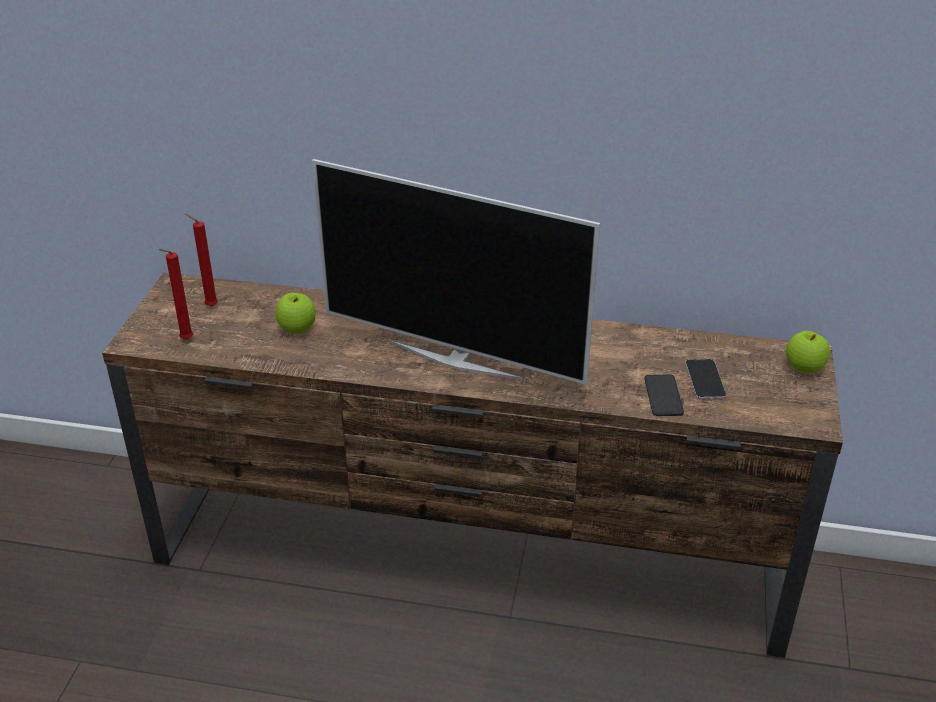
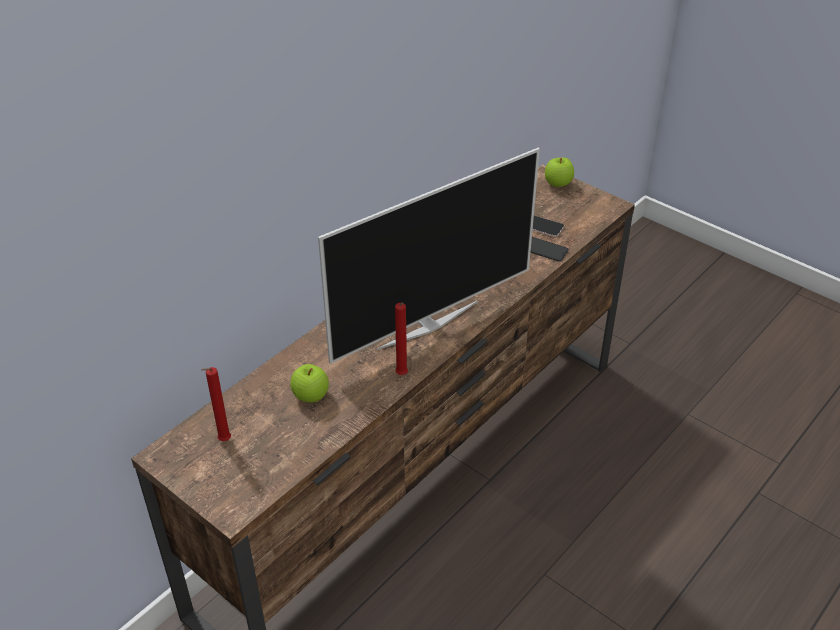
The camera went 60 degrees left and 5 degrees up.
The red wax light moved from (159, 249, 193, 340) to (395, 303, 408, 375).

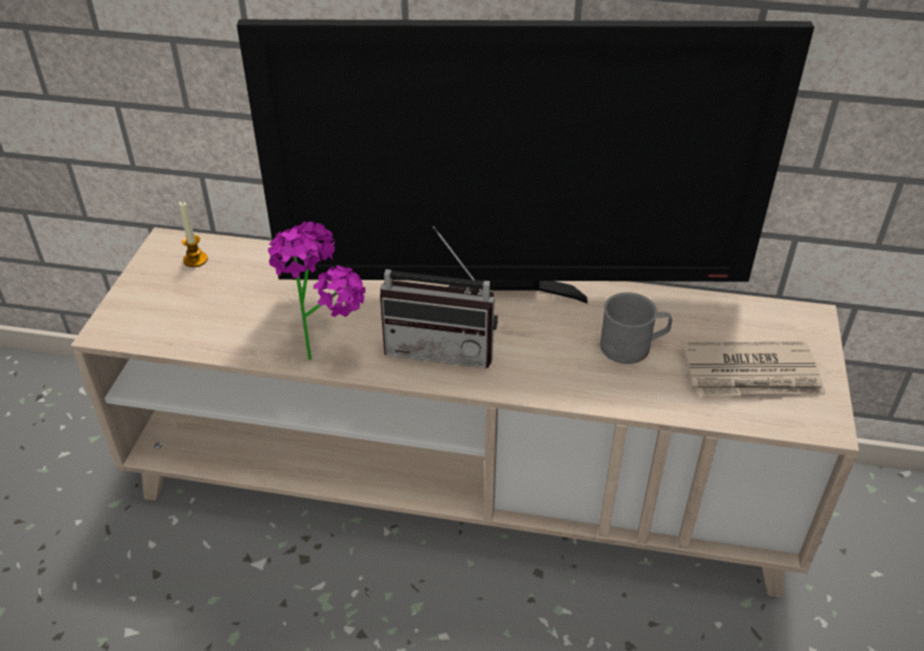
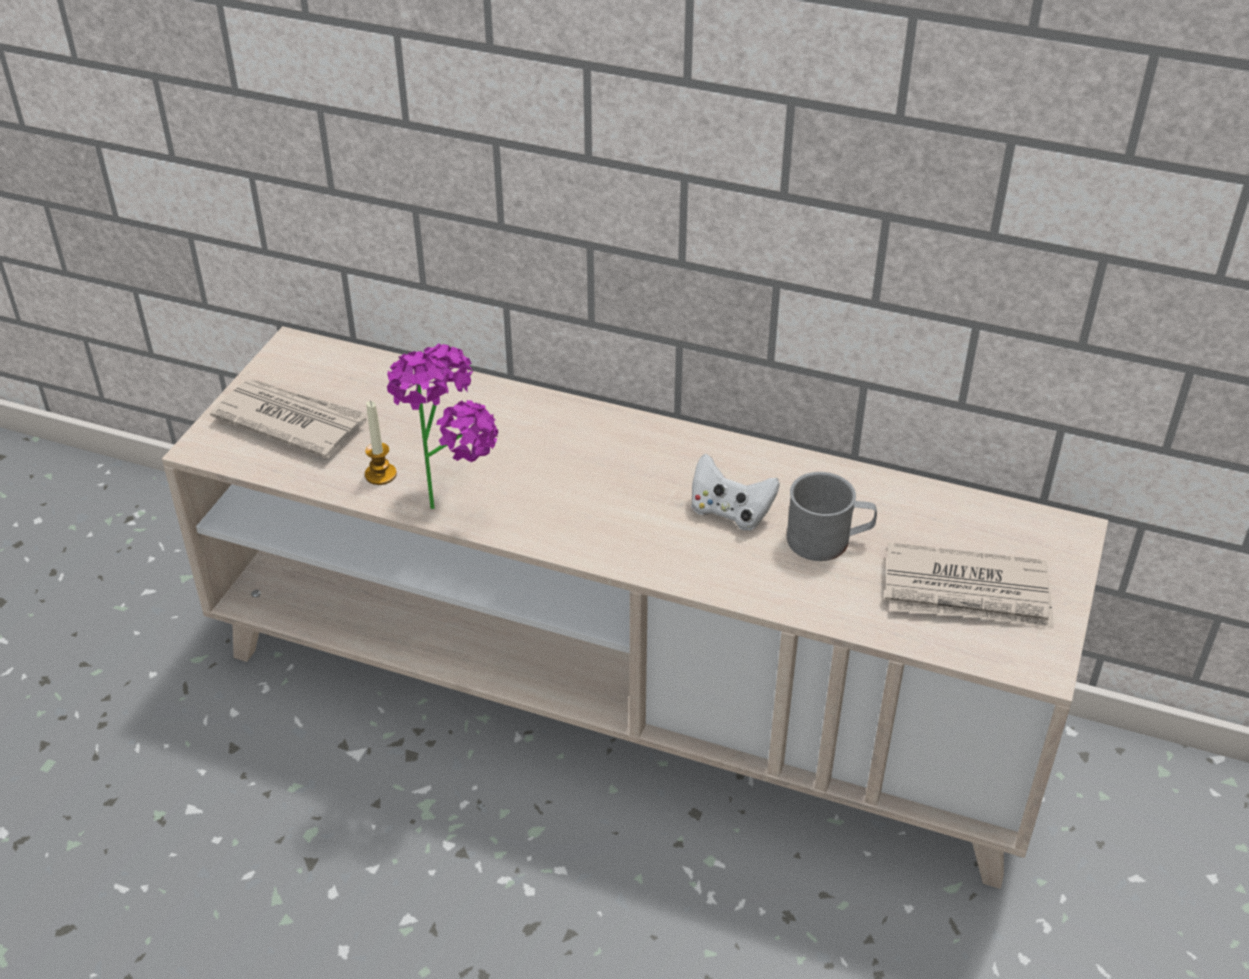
The camera went 10 degrees right and 0 degrees up.
The TV set at (237, 19, 814, 303) disappeared.
The radio at (380, 226, 498, 368) disappeared.
The newspaper at (210, 379, 367, 458) appeared.
The whitish joypad at (691, 454, 780, 531) appeared.
The wax light moved from (179, 201, 208, 267) to (365, 401, 397, 485).

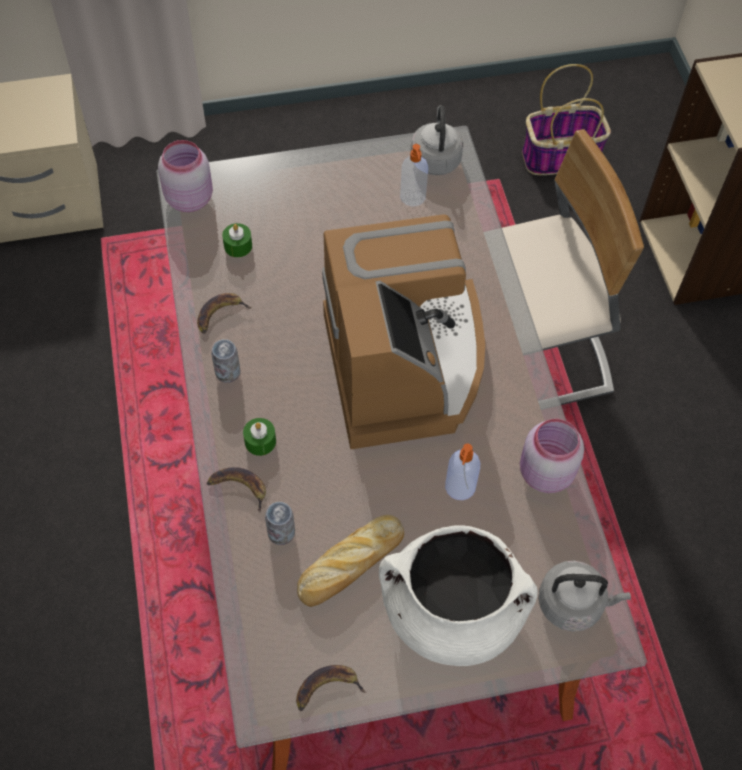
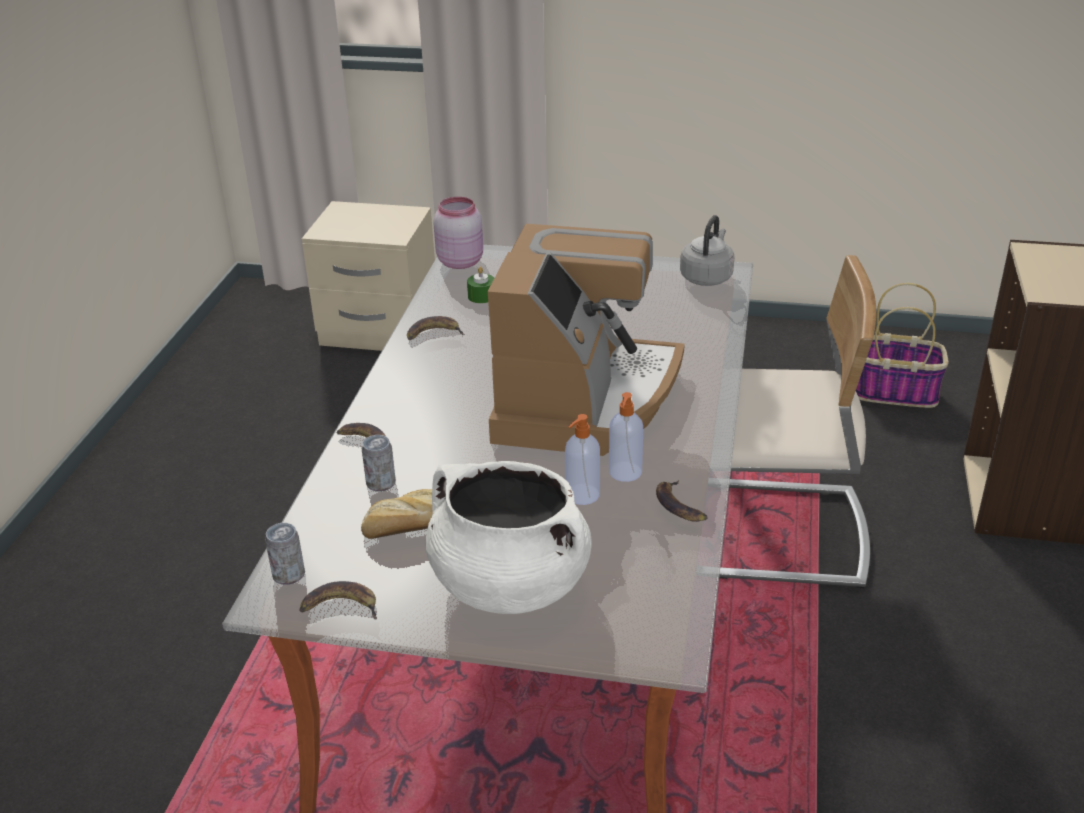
The camera went 25 degrees right and 25 degrees down.
The greenish wax light at (243, 418, 276, 456) disappeared.
The greyish kettle at (538, 561, 631, 631) disappeared.
The sealed can moved from (211, 339, 240, 383) to (265, 523, 305, 585).
The liquid soap bottle moved from (400, 144, 428, 206) to (609, 392, 643, 482).
The pinkish storage jar at (520, 419, 584, 493) was replaced by the banana at (656, 480, 708, 522).

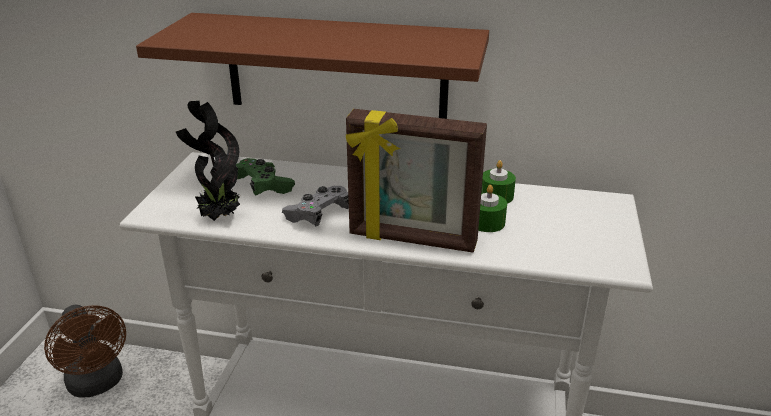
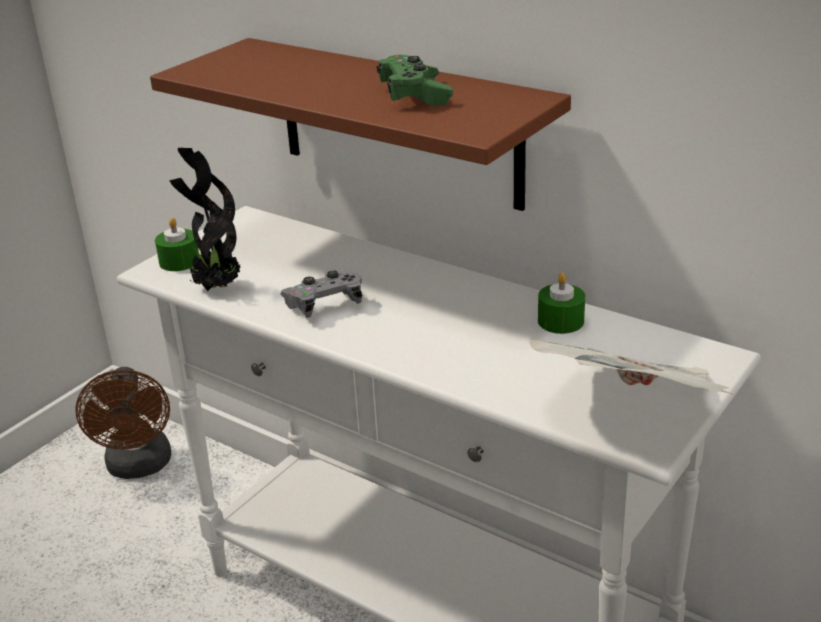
The camera went 25 degrees right and 0 degrees up.
The standing frame at (346, 109, 487, 253) disappeared.
The newspaper at (530, 340, 734, 395) appeared.
The greenish joypad moved from (236, 158, 295, 195) to (377, 55, 453, 106).
The greenish wax light moved from (478, 185, 507, 232) to (155, 217, 200, 271).

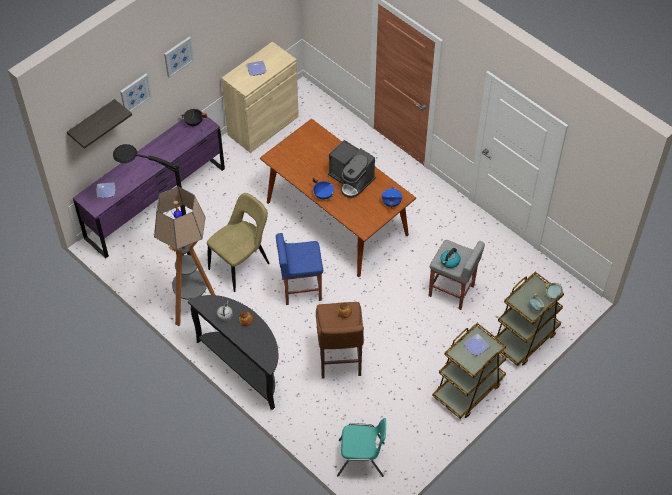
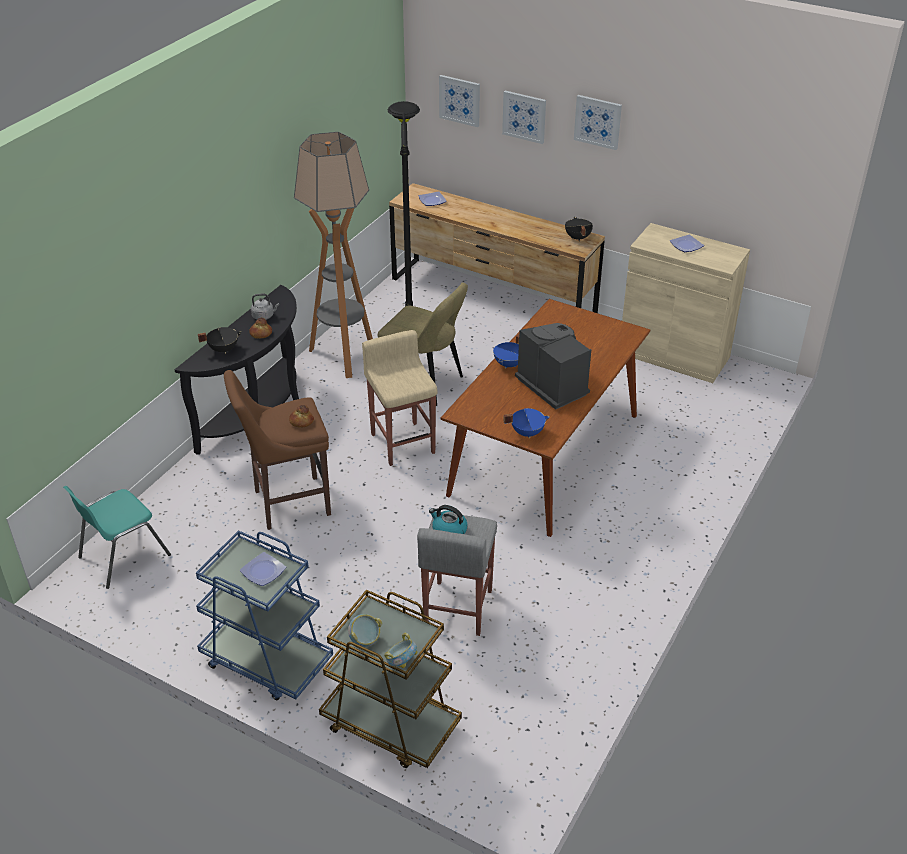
The camera went 75 degrees right and 15 degrees down.
The black saucepot at (198, 327, 242, 354) appeared.
The shelf at (67, 99, 132, 149) was replaced by the picture at (439, 75, 480, 127).
The purplish chest of drawers at (73, 109, 225, 258) became the brown-coloured chest of drawers at (389, 183, 605, 313).
The blue sitting stool at (276, 233, 323, 305) became the sand-coloured sitting stool at (362, 330, 437, 466).
The brown-coloured cart at (432, 323, 506, 419) became the blue cart at (196, 530, 333, 700).
The coffee machine at (328, 140, 376, 198) turned 120 degrees clockwise.
The turquoise upright chair at (337, 418, 386, 477) turned 60 degrees clockwise.

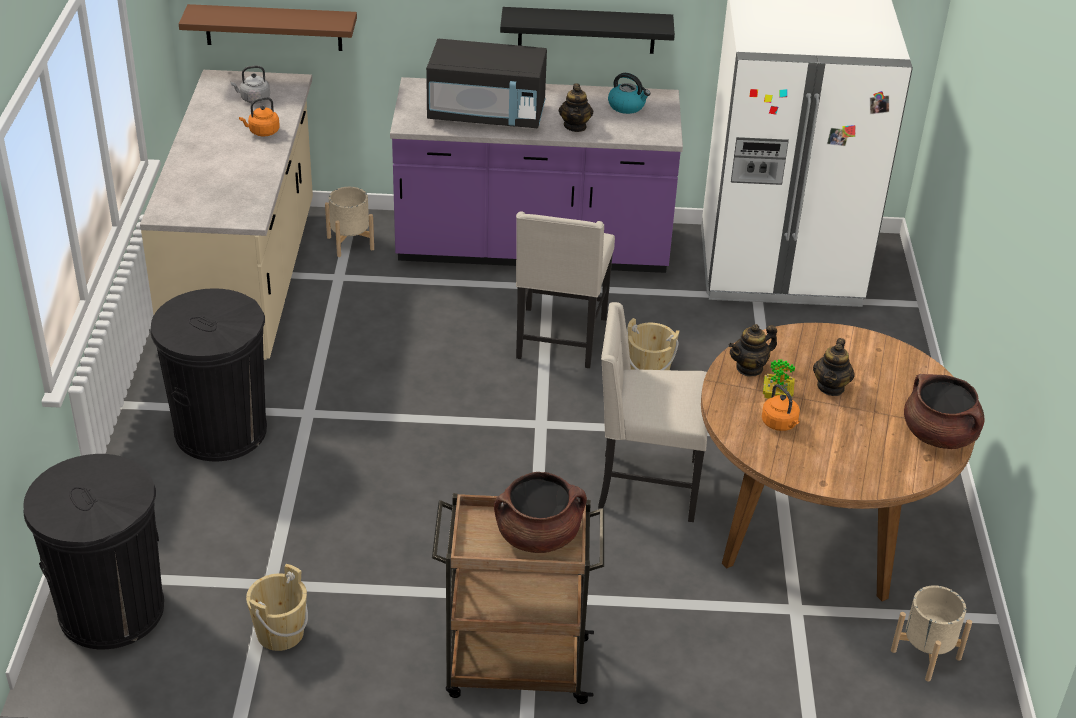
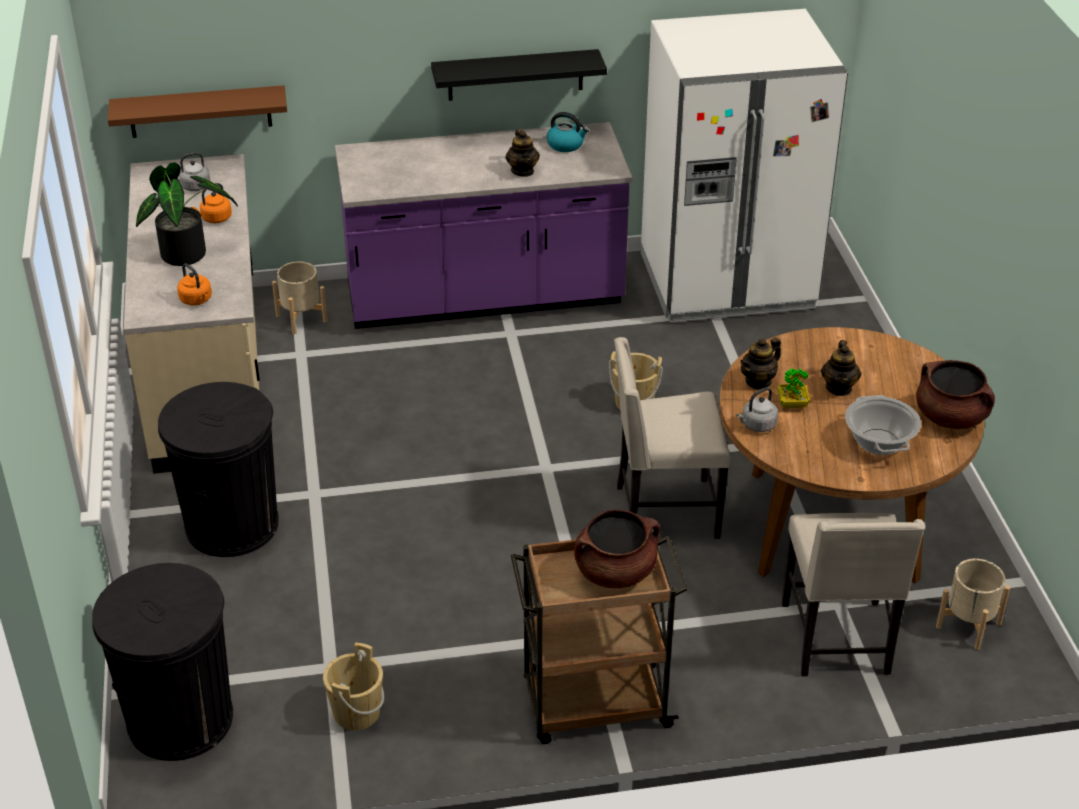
The camera went 10 degrees left and 0 degrees up.
The black microwave at (426, 39, 547, 128) disappeared.
The plant in a pot at (136, 162, 238, 266) appeared.
The greyish kettle at (736, 387, 778, 432) appeared.
The saucepot at (845, 395, 921, 455) appeared.
The sand-coloured upright chair moved from (516, 211, 615, 368) to (782, 513, 925, 676).
The orangey kettle moved from (762, 384, 800, 431) to (177, 263, 212, 305).

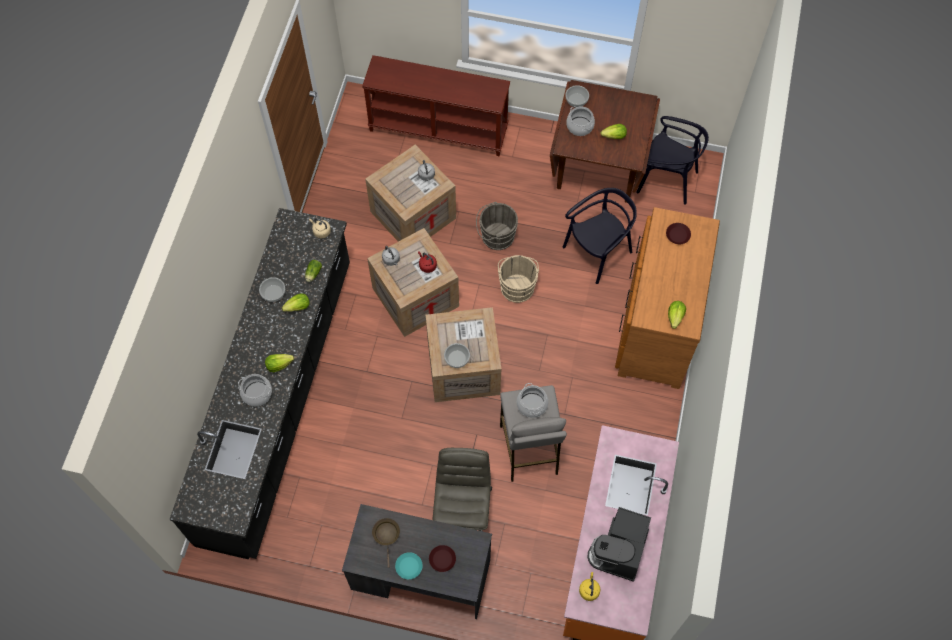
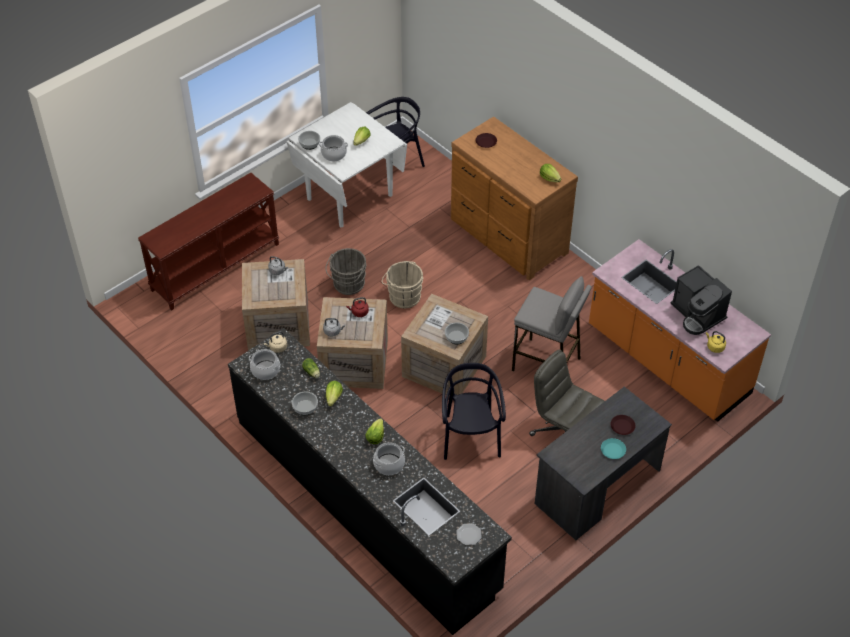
The camera went 55 degrees left and 15 degrees down.
The brown-coloured skillet at (372, 518, 400, 568) disappeared.
The dinner plate at (456, 523, 482, 545) appeared.
The saucepot moved from (517, 383, 548, 418) to (249, 349, 280, 380).
The black upright chair moved from (563, 188, 637, 284) to (442, 363, 506, 460).
The brown-coloured dinner table at (550, 80, 660, 203) became the whitish dinner table at (286, 102, 407, 227).

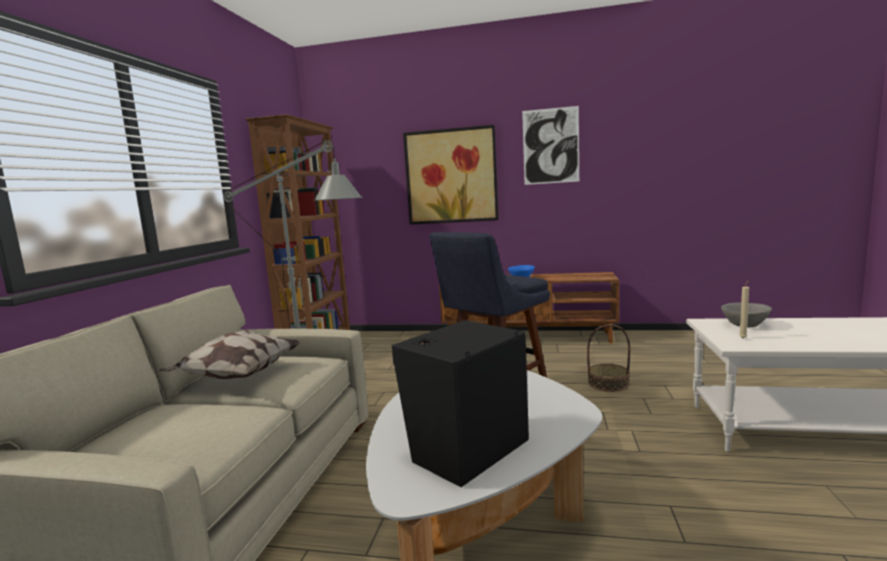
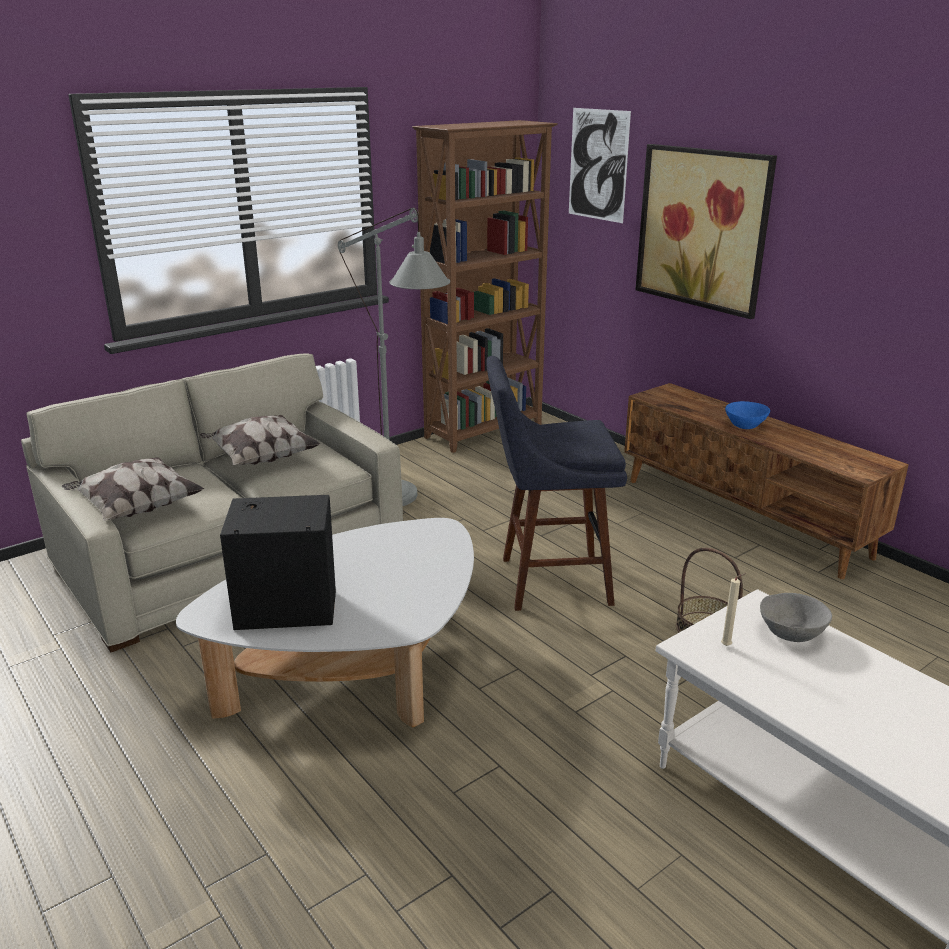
The camera went 40 degrees right and 15 degrees up.
The pillow at (62, 457, 205, 521) appeared.
The picture moved from (522, 106, 579, 185) to (569, 108, 631, 223).

